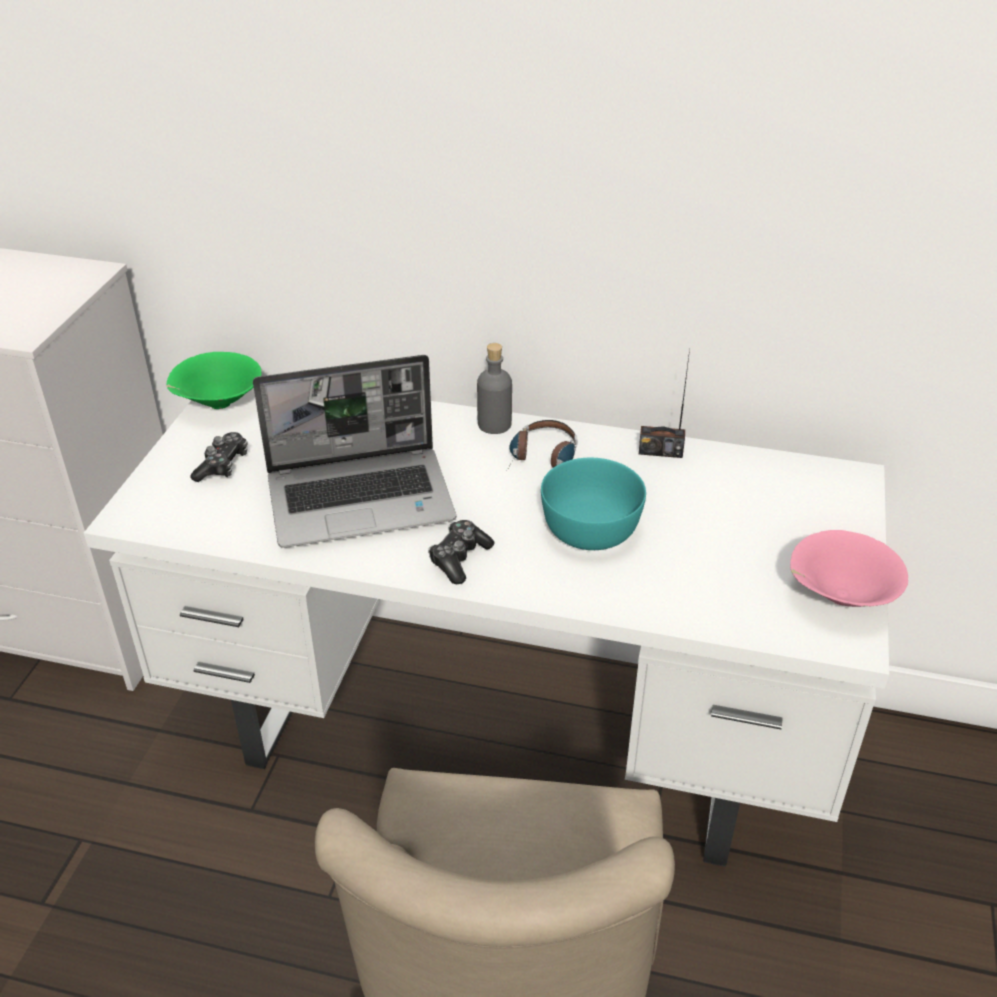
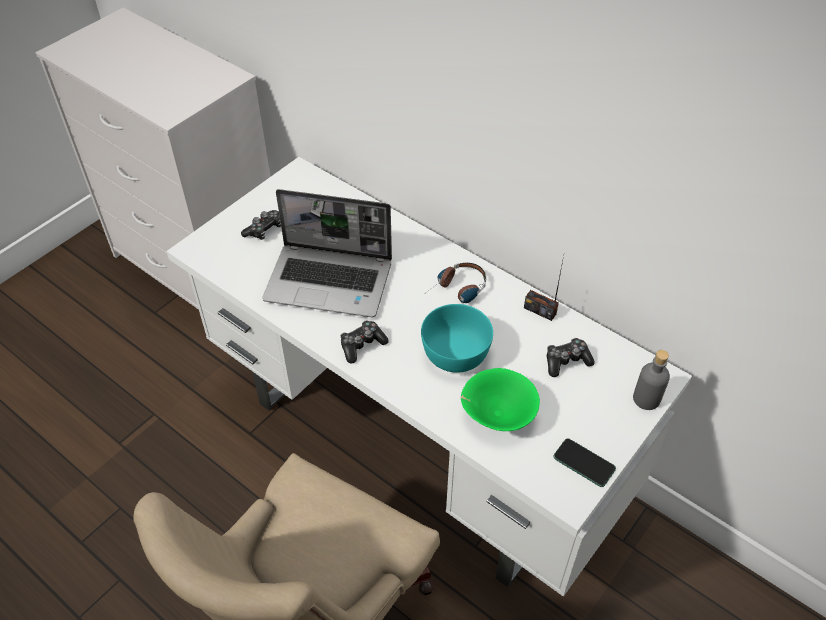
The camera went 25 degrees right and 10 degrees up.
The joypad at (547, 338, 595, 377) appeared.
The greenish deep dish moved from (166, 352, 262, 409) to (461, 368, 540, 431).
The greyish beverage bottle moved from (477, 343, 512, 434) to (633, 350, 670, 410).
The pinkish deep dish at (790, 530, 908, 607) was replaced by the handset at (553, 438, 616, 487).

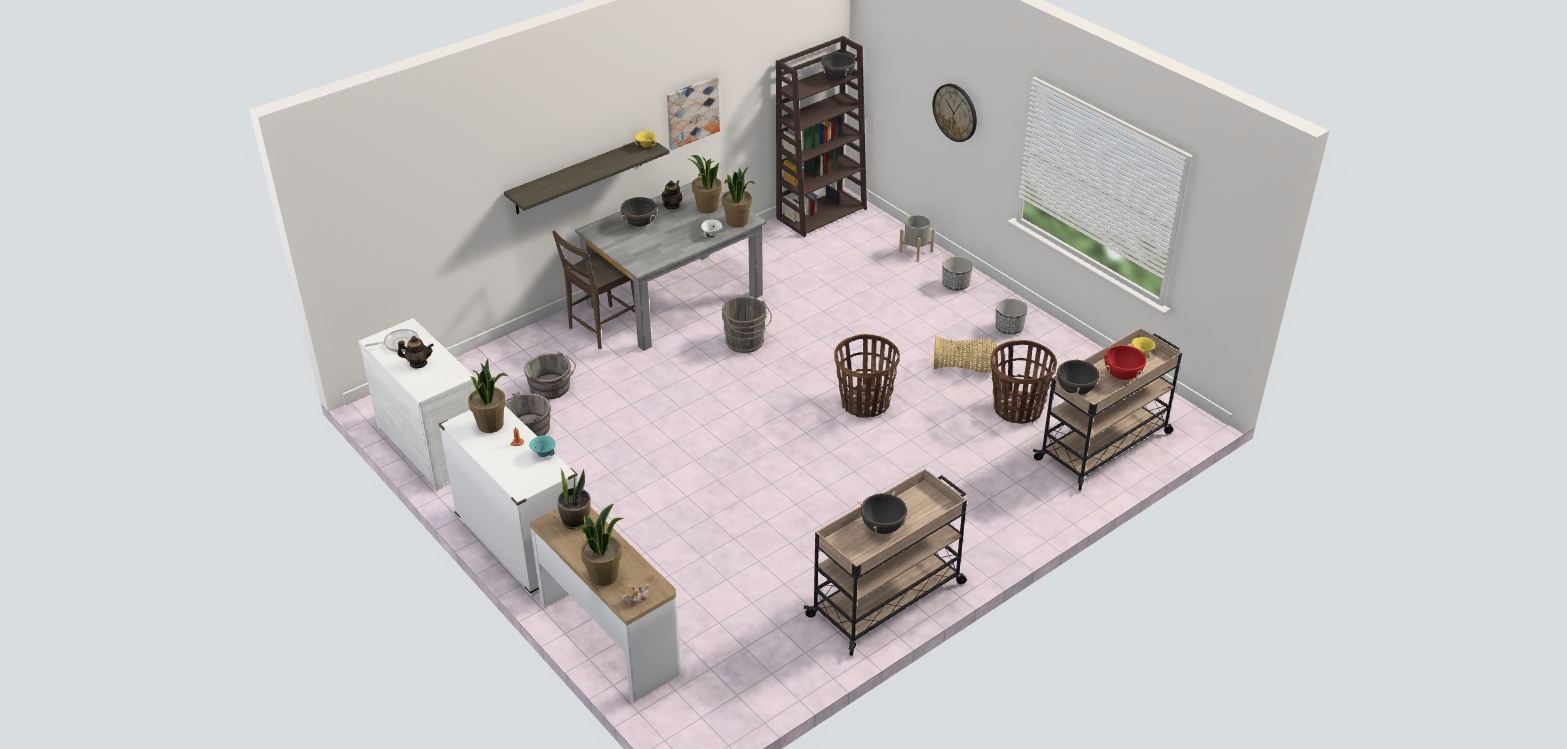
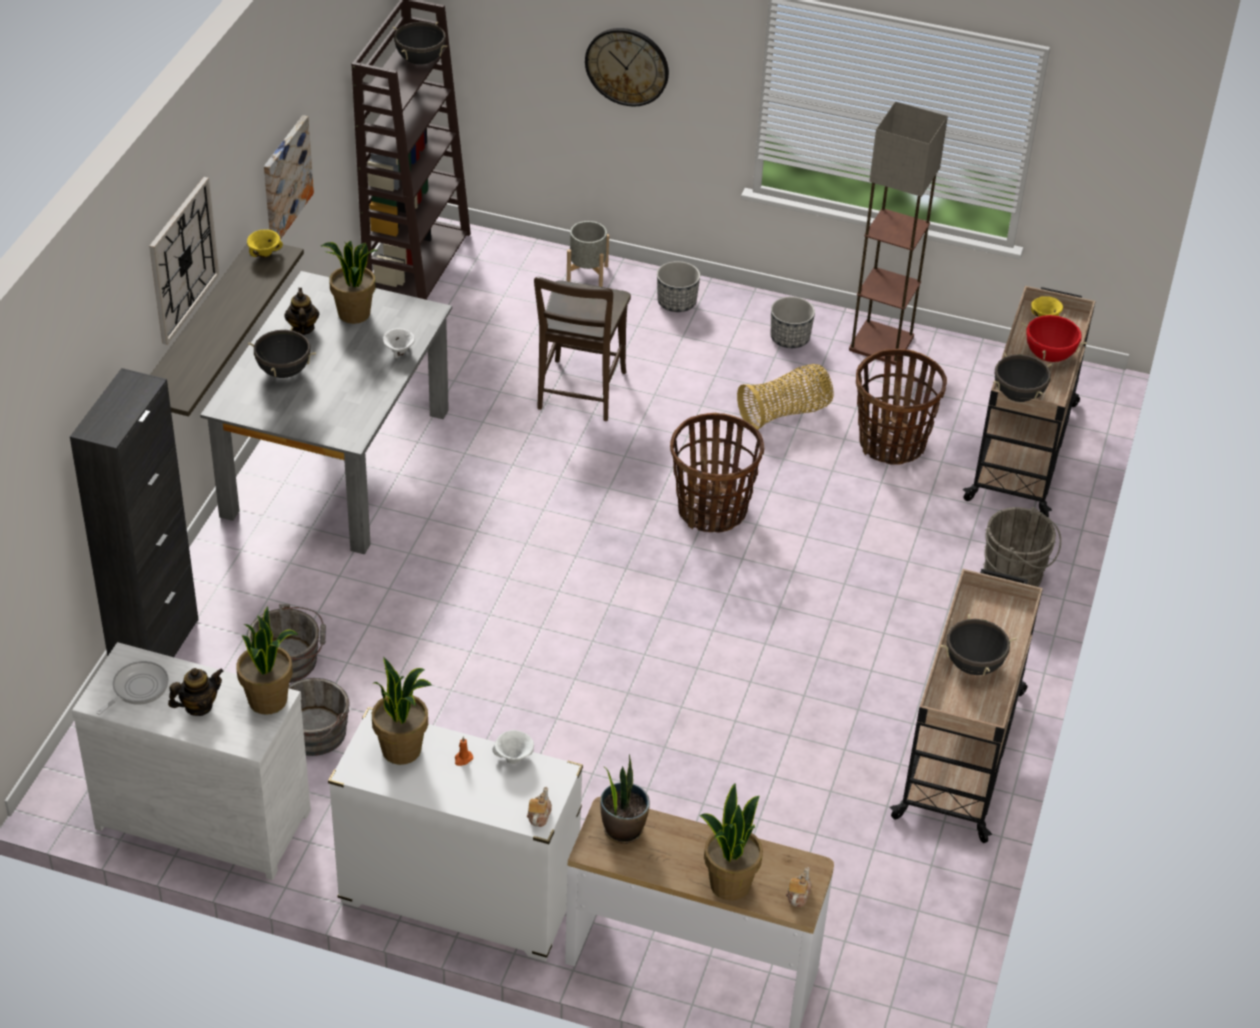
The camera went 35 degrees left and 5 degrees up.
The black cupboard at (70, 368, 199, 657) appeared.
The wall clock at (149, 177, 219, 345) appeared.
The pot for tea at (527, 787, 552, 827) appeared.
The standing lamp at (849, 101, 948, 365) appeared.
The brown-coloured upright chair moved from (552, 231, 635, 349) to (534, 277, 631, 421).
The plant in a pot moved from (722, 167, 755, 228) to (236, 607, 298, 715).
The greyish water bucket moved from (722, 296, 772, 353) to (983, 507, 1061, 587).
The turquoise deep dish at (529, 435, 556, 457) became the whitish deep dish at (492, 730, 534, 764).

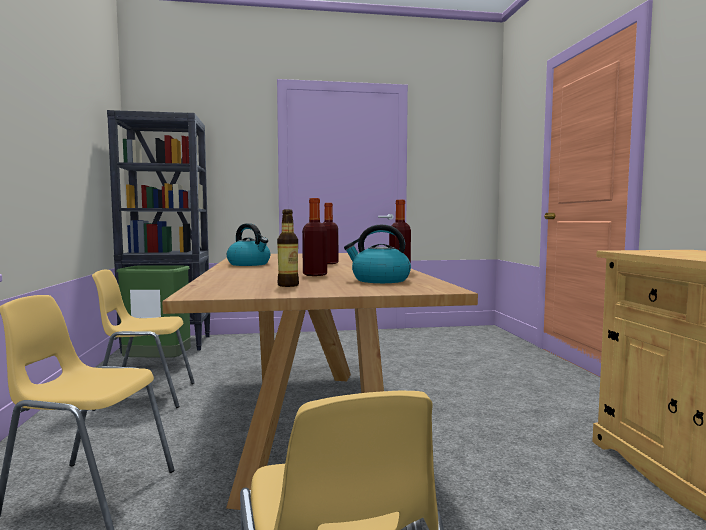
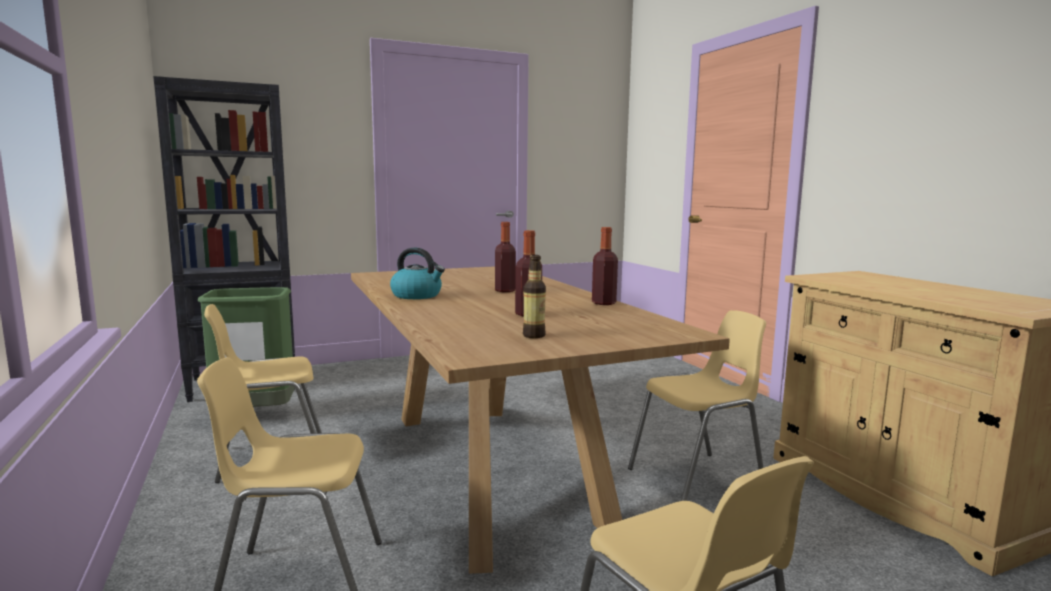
The camera went 15 degrees left and 5 degrees up.
The kettle at (344, 225, 411, 283) disappeared.
The yellowish upright chair at (628, 310, 766, 501) appeared.

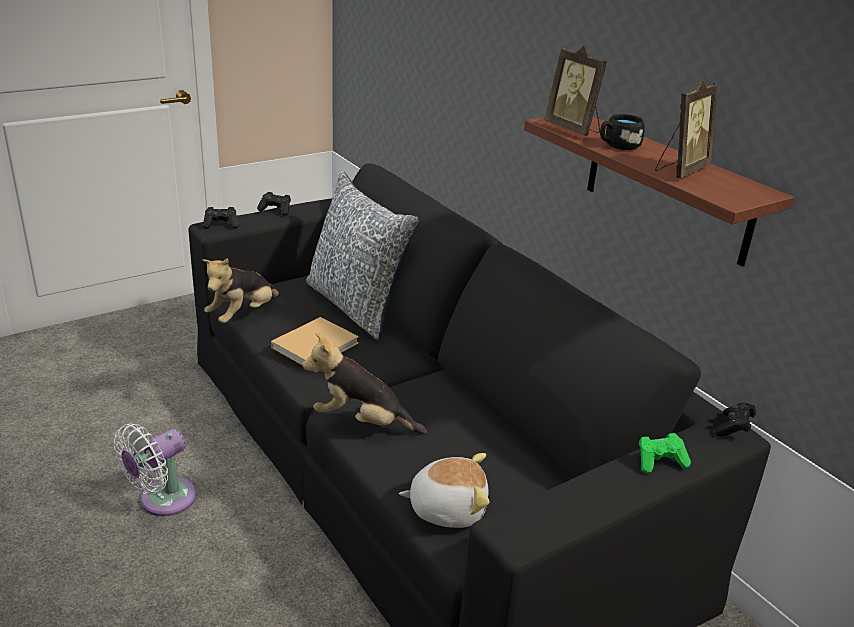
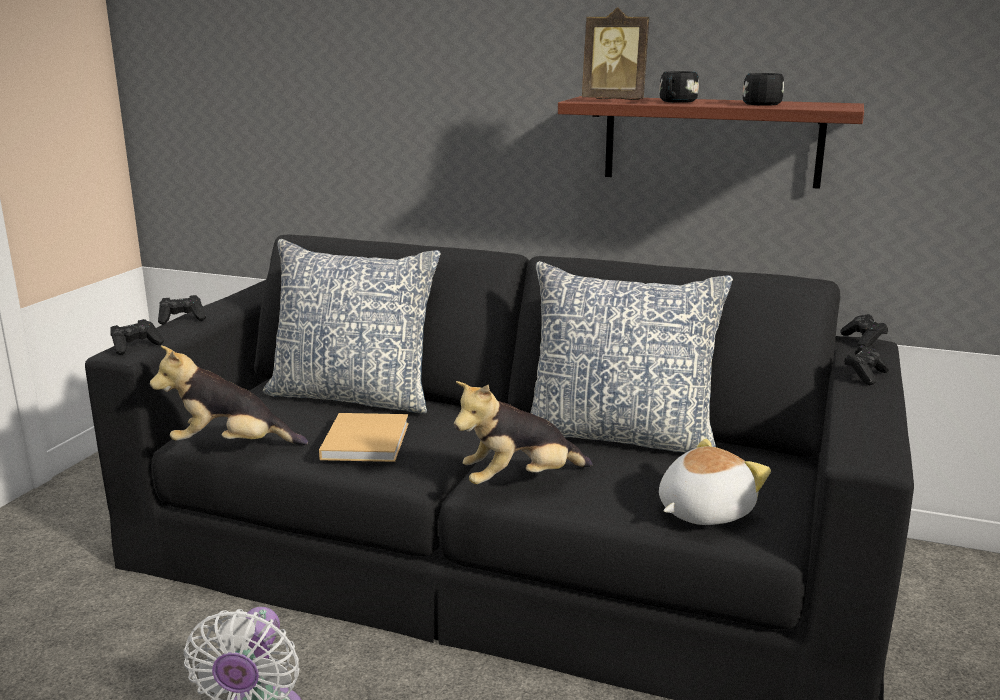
The camera went 35 degrees left and 10 degrees down.
The pillow at (531, 261, 733, 453) appeared.
The standing frame at (655, 79, 718, 178) was replaced by the black tea mug at (743, 73, 784, 106).
The greenish joypad at (638, 433, 691, 474) became the black joypad at (844, 345, 889, 385).
The cuddly toy at (202, 258, 281, 323) turned 90 degrees clockwise.

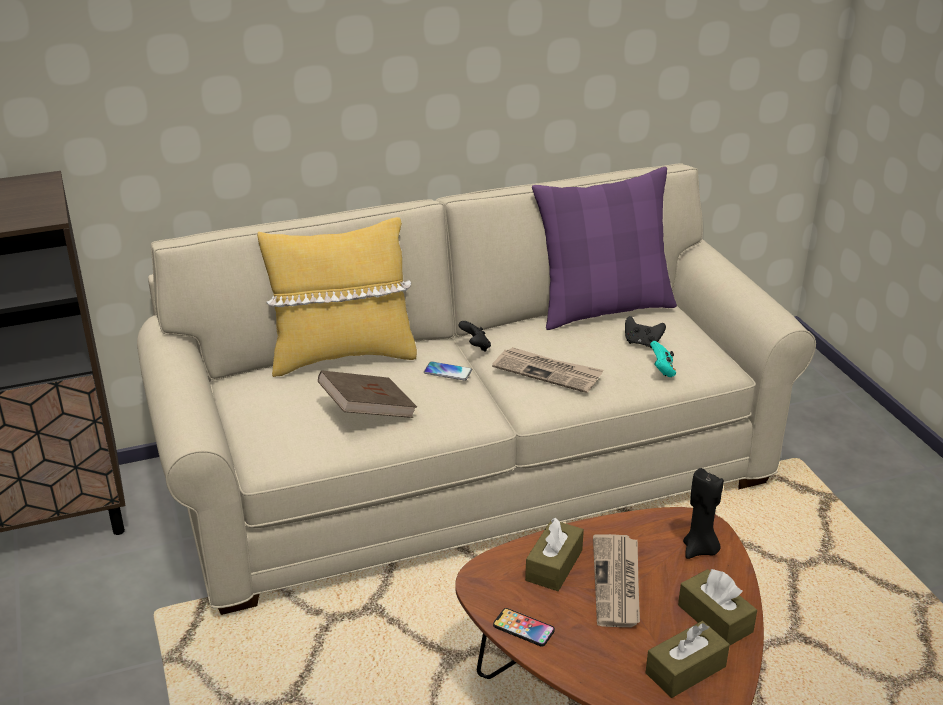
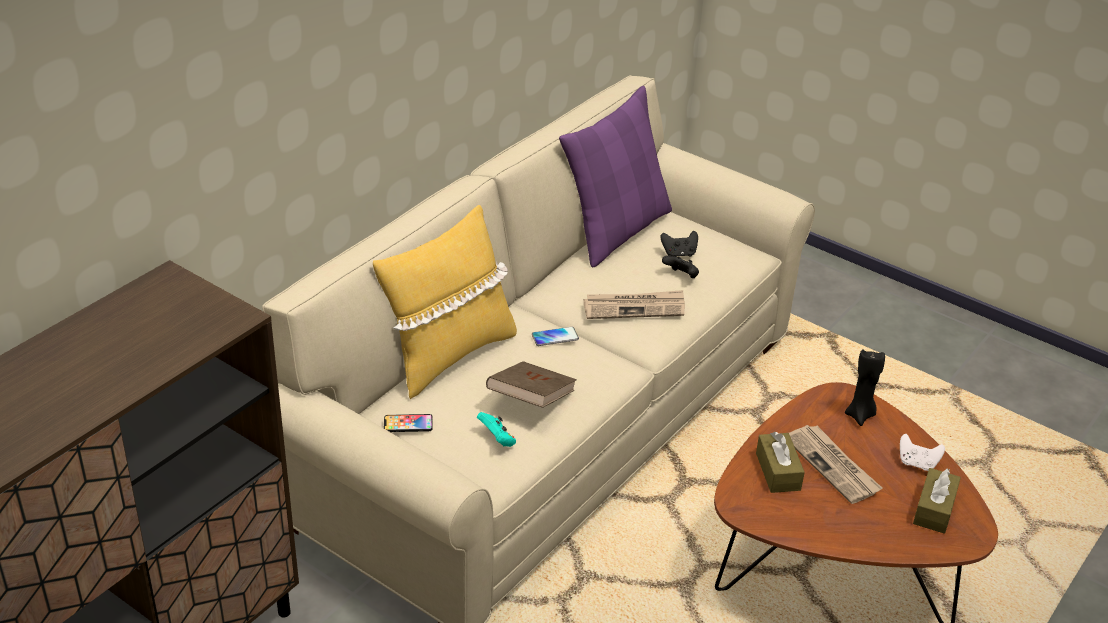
The camera went 35 degrees left and 5 degrees up.
The black joypad moved from (458, 321, 491, 352) to (662, 255, 699, 278).
The handset moved from (493, 608, 555, 646) to (384, 414, 433, 432).
The turquoise joypad moved from (650, 341, 676, 377) to (477, 412, 516, 447).
The brown-coloured box of tissues at (678, 569, 757, 645) was replaced by the whitish joypad at (900, 434, 945, 471).

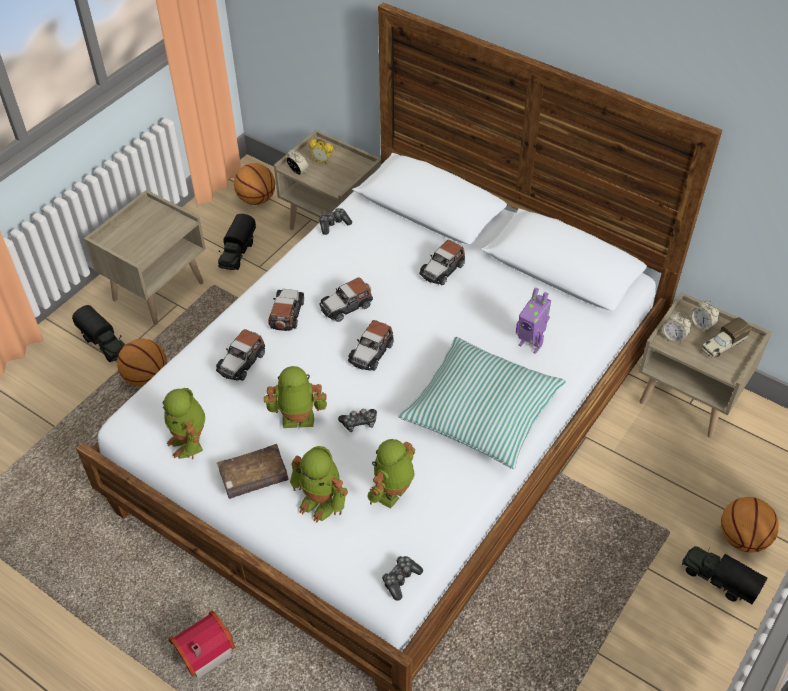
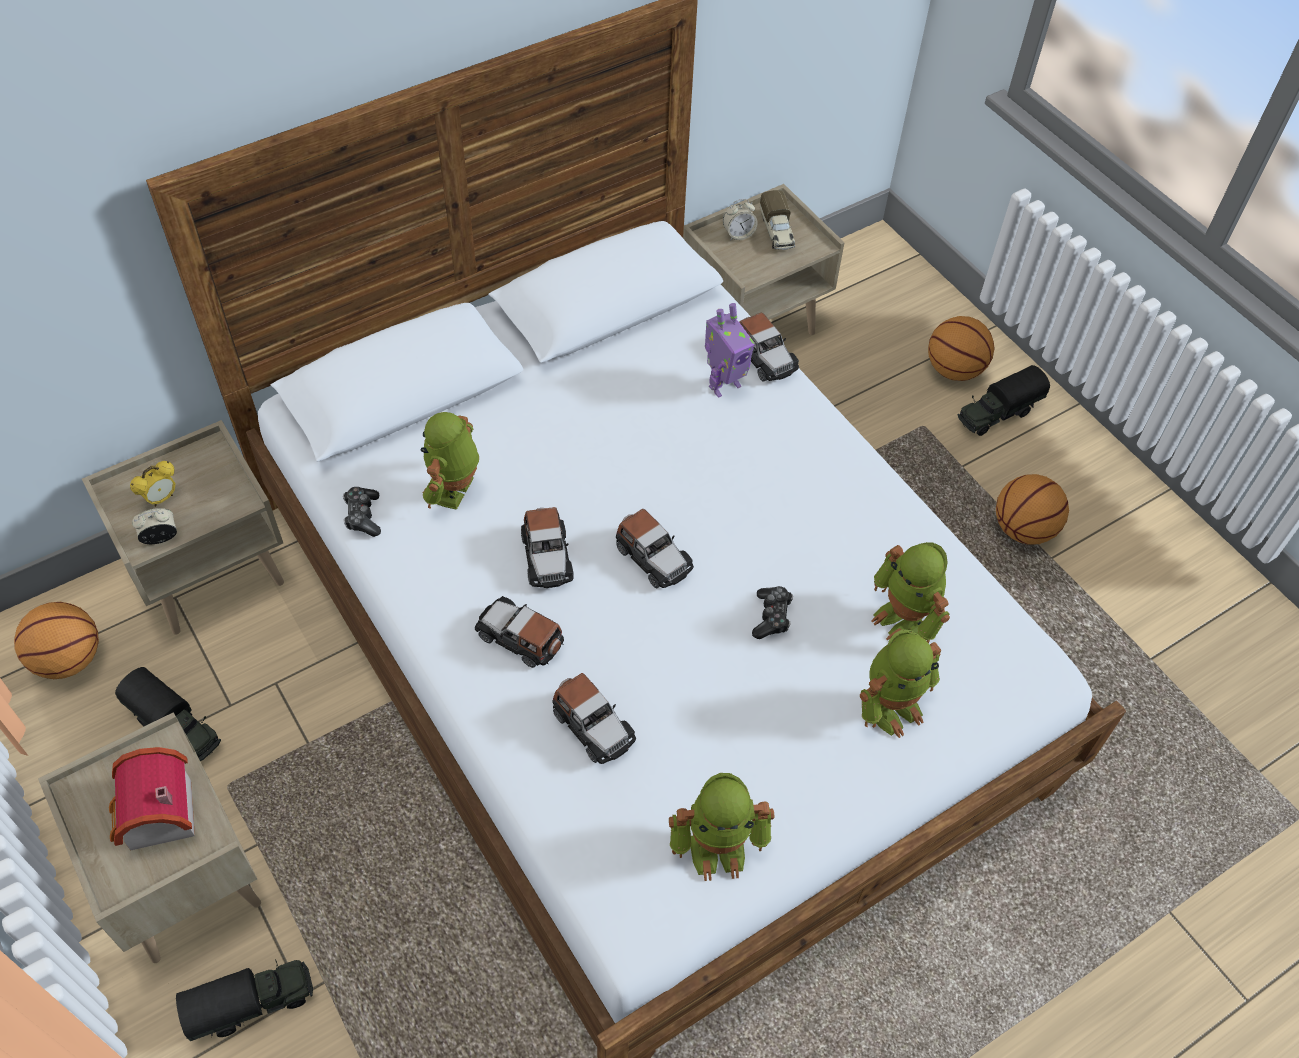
The camera went 70 degrees left and 5 degrees up.
The brown-coloured book at (217, 444, 289, 499) disappeared.
The joypad at (382, 556, 423, 601) disappeared.
The pillow at (398, 337, 566, 469) disappeared.
The alarm clock at (663, 312, 691, 343) disappeared.
The basketball moved from (117, 339, 167, 387) to (996, 474, 1069, 544).
The model house moved from (169, 611, 236, 679) to (109, 747, 195, 850).
The toy robot moved from (264, 366, 327, 428) to (420, 412, 479, 510).
The miniature car moved from (419, 240, 465, 285) to (739, 313, 799, 382).

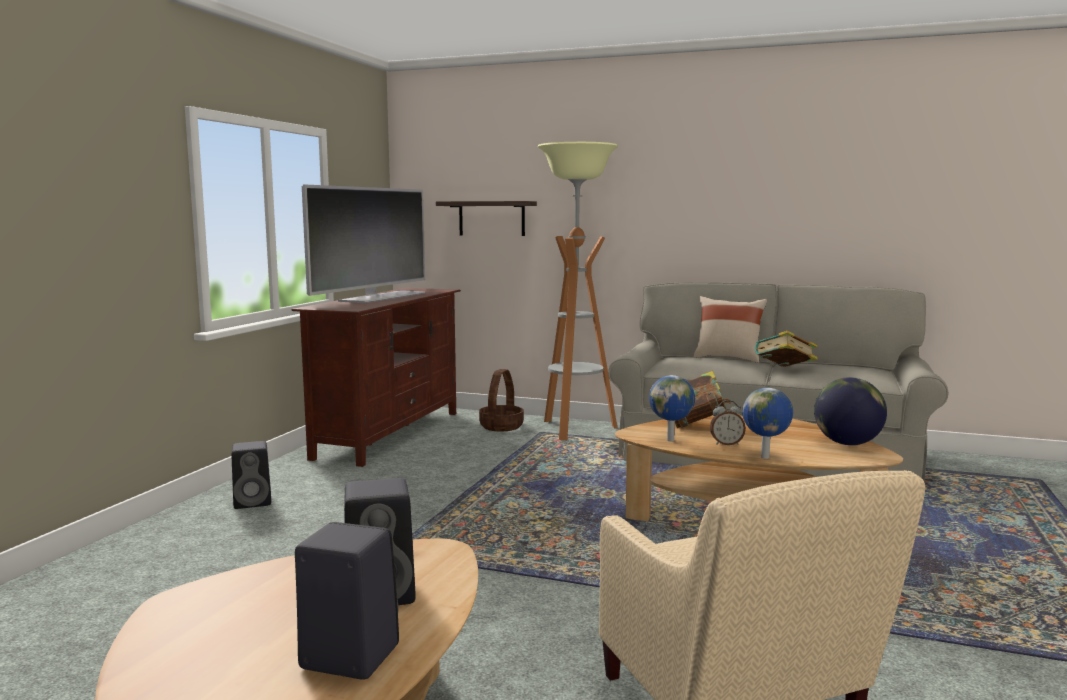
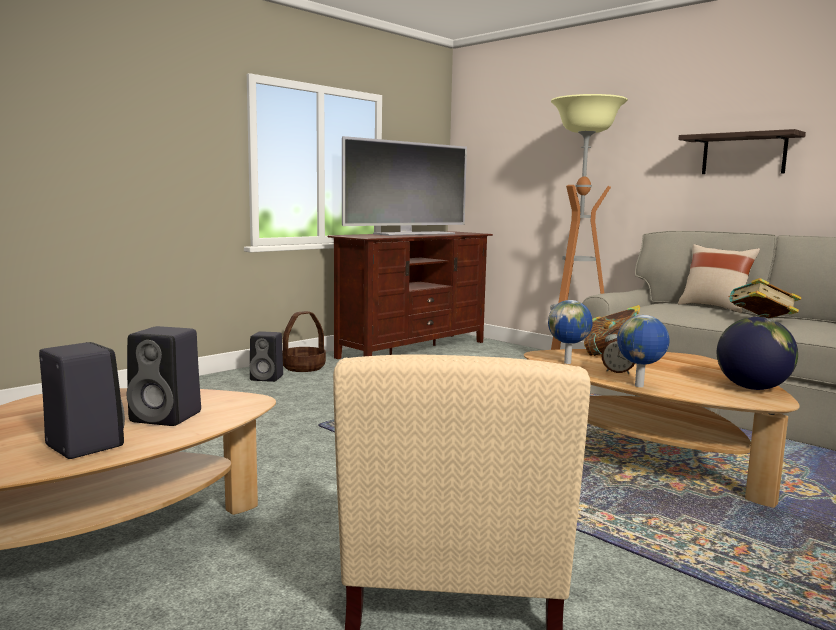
The camera went 25 degrees right and 0 degrees up.
The shelf moved from (436, 201, 537, 236) to (678, 129, 806, 174).
The household basket moved from (479, 369, 524, 431) to (282, 311, 326, 372).

